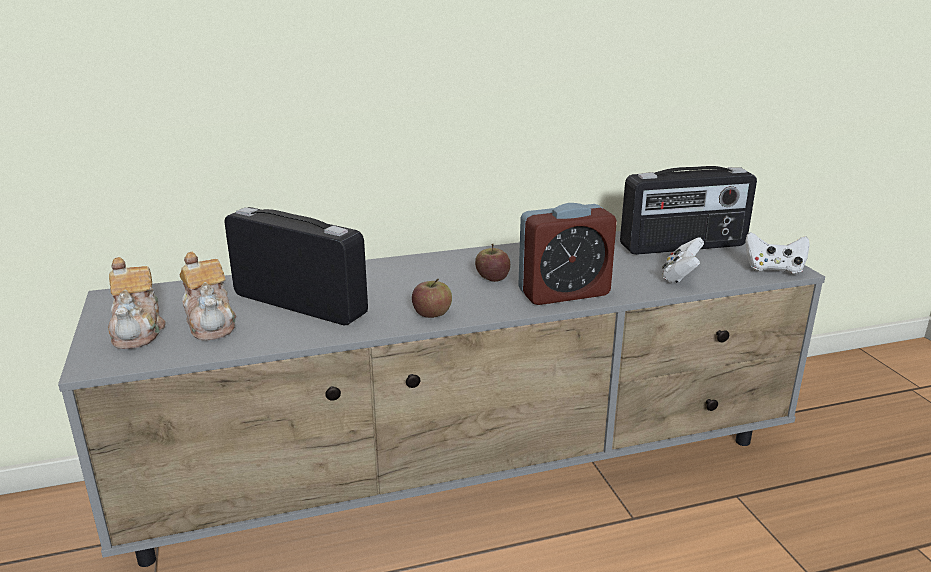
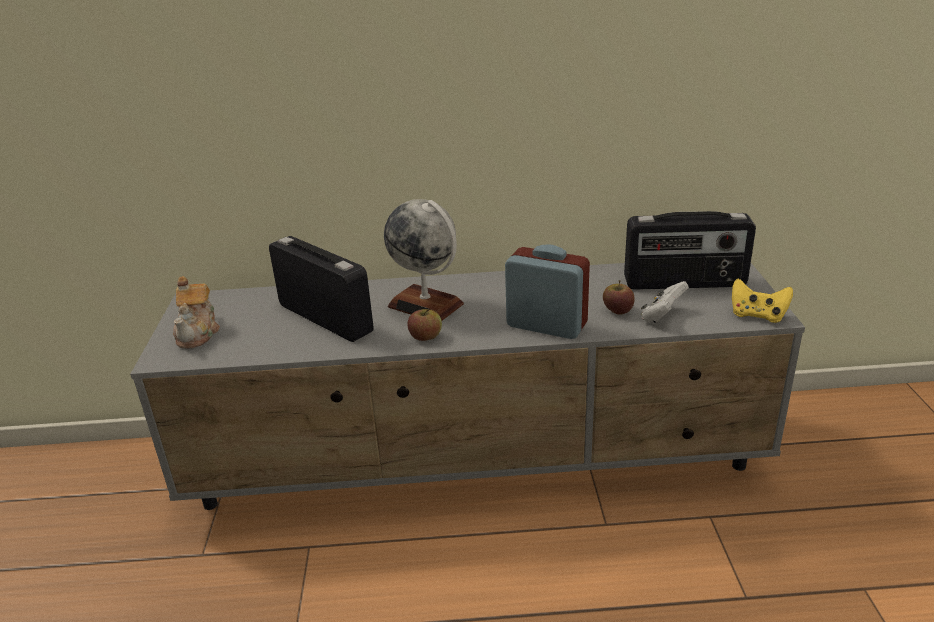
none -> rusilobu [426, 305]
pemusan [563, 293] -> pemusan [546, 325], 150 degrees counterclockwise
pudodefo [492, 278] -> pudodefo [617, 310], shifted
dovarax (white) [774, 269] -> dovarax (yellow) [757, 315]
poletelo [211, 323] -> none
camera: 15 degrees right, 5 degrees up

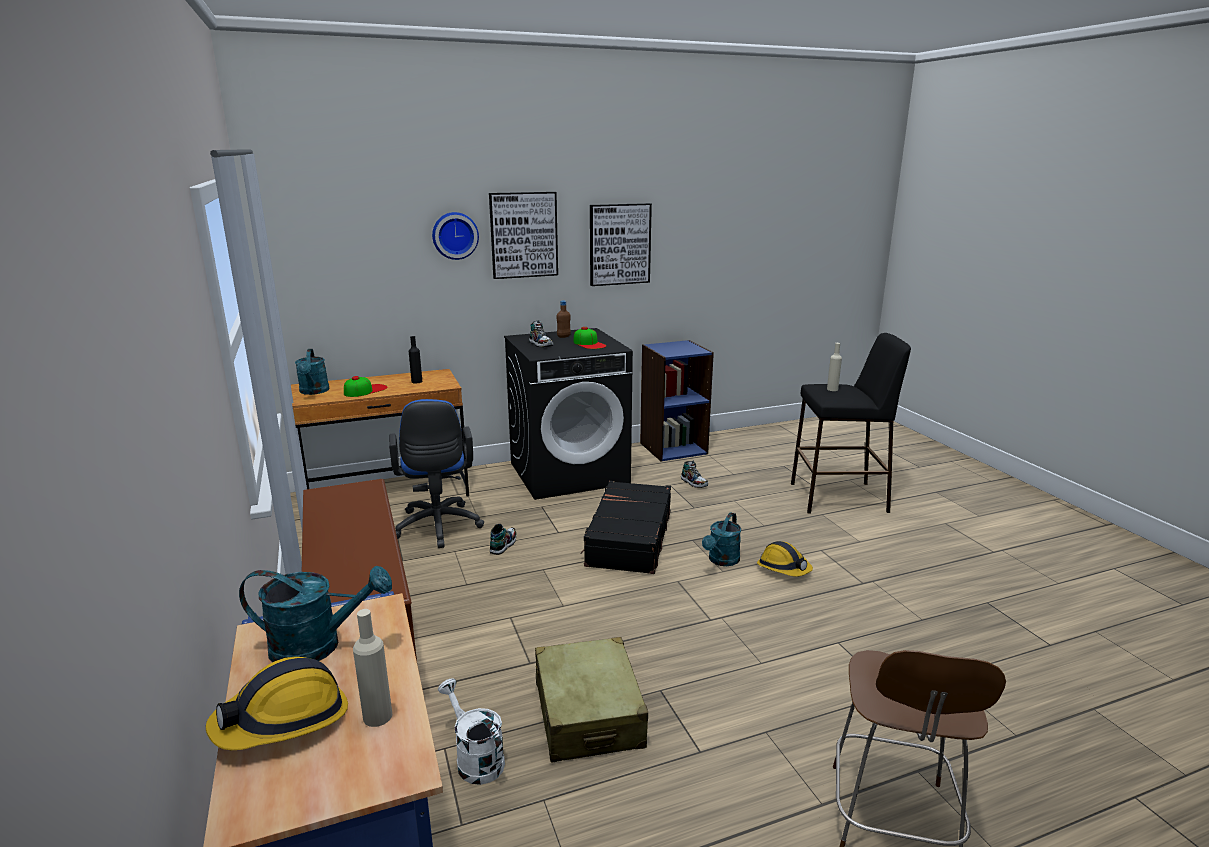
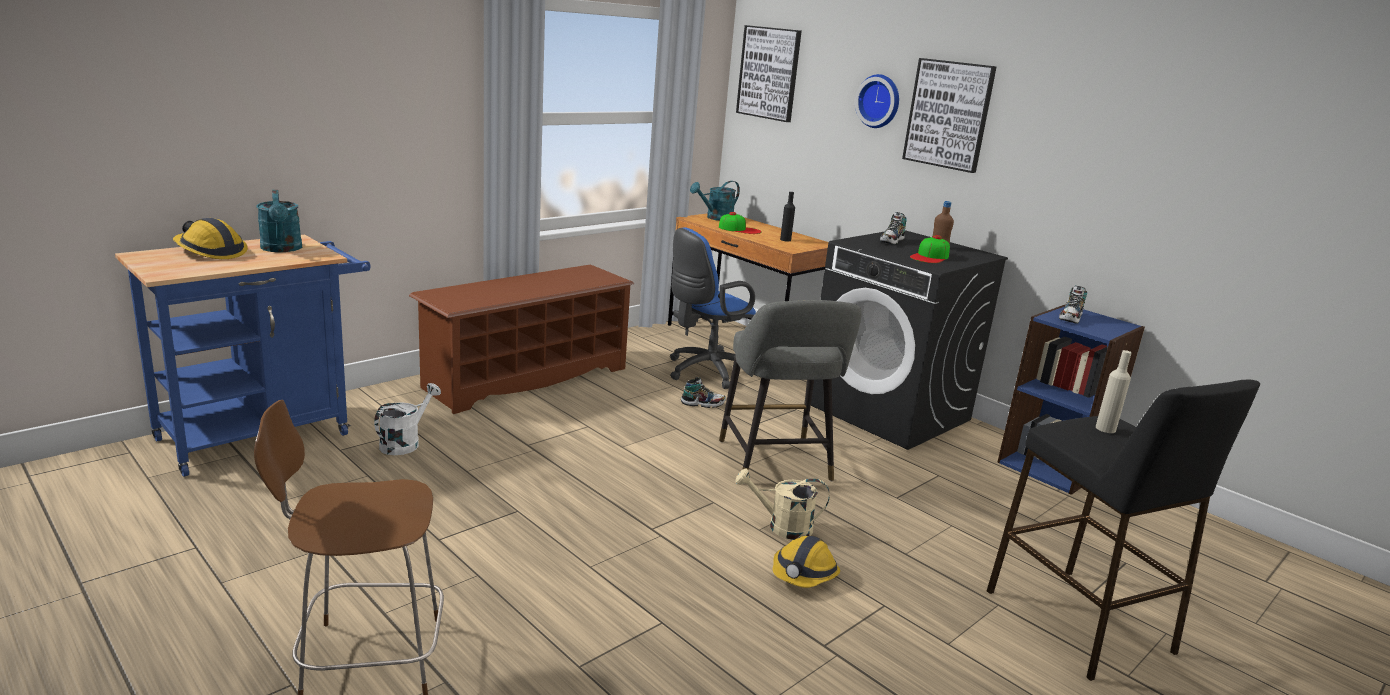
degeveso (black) [628, 539] -> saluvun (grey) [776, 464]
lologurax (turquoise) [721, 561] -> lologurax (beige) [782, 527]
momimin [619, 244] -> momimin [769, 73], shifted
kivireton [694, 483] -> kivireton [1071, 318], shifted
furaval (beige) [377, 716] -> none
degeveso (beige) [588, 714] -> none
camera: 65 degrees right, 0 degrees up

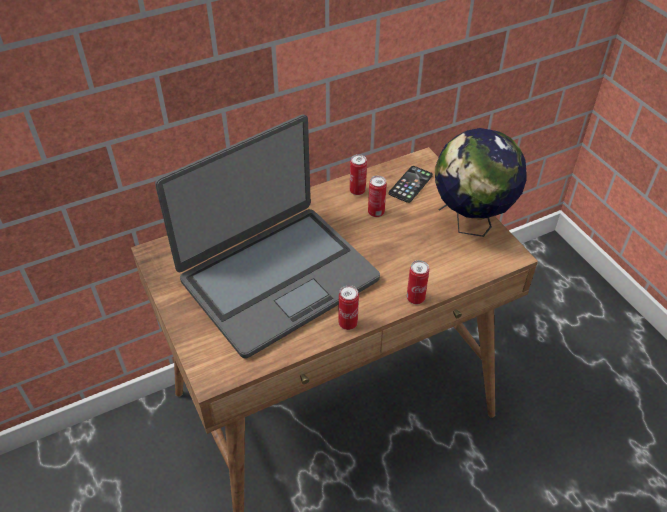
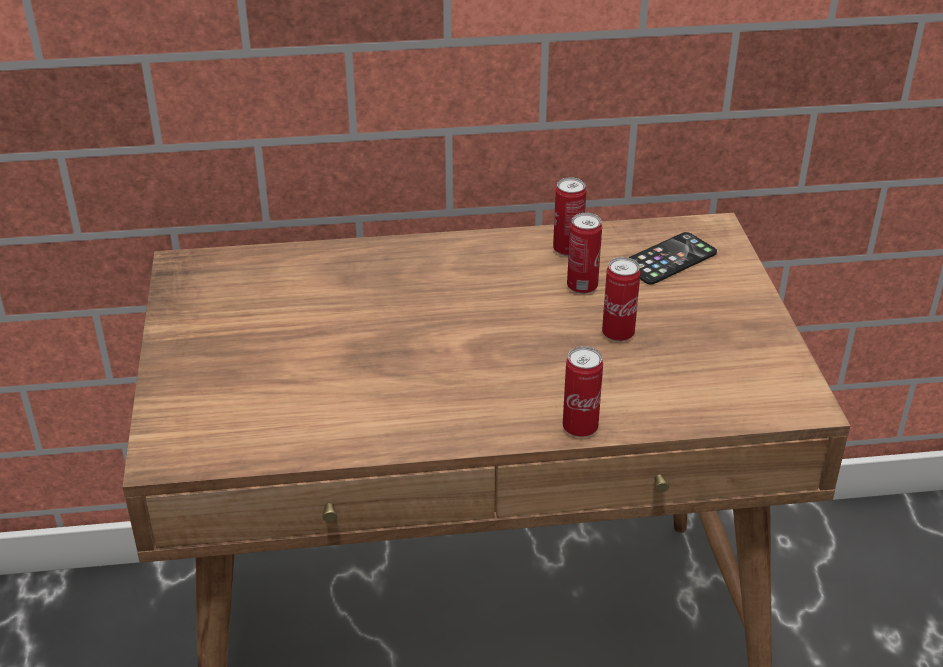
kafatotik [348, 323] -> kafatotik [618, 334], shifted
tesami [277, 278] -> none
rusilobu [470, 224] -> none
camera: 20 degrees right, 10 degrees down

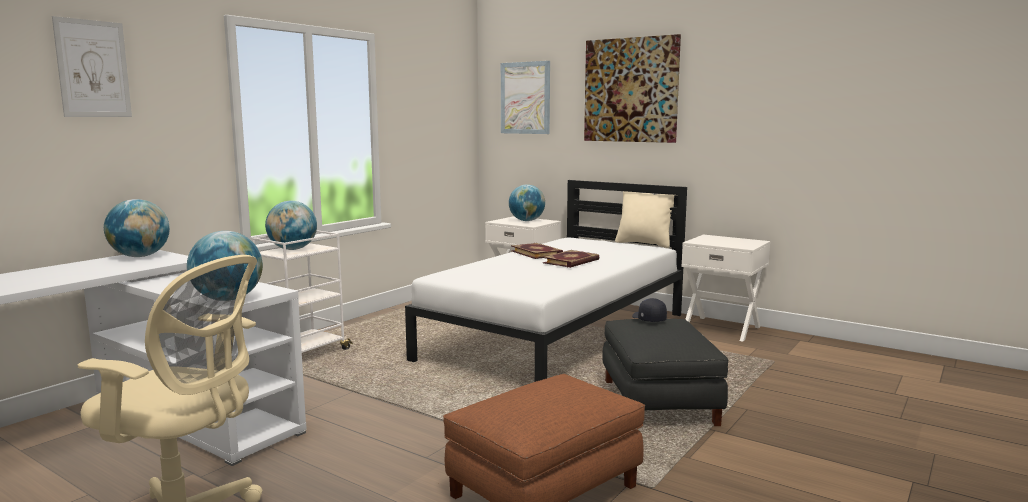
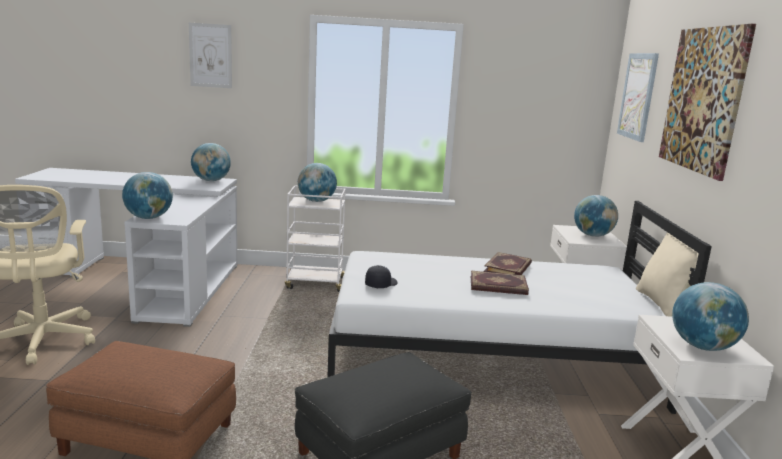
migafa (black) [648, 319] -> migafa (black) [380, 284], shifted
none -> rusilobu [703, 347]
camera: 55 degrees right, 5 degrees up

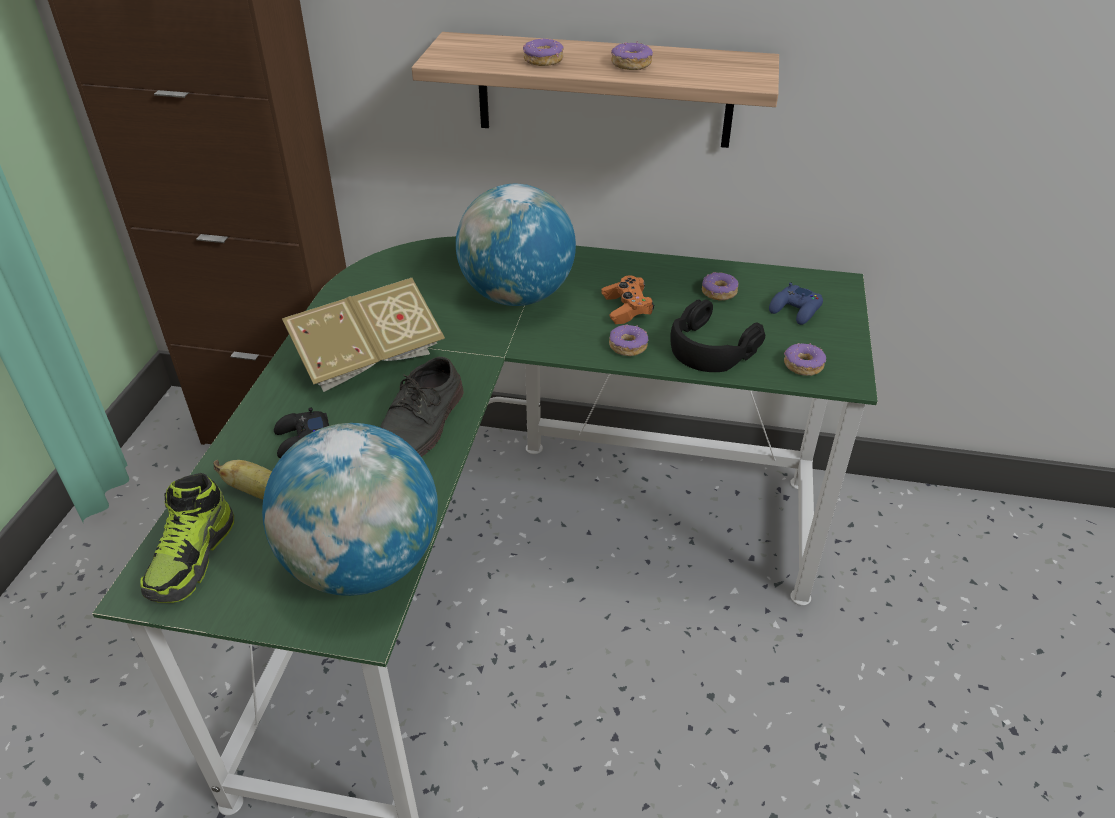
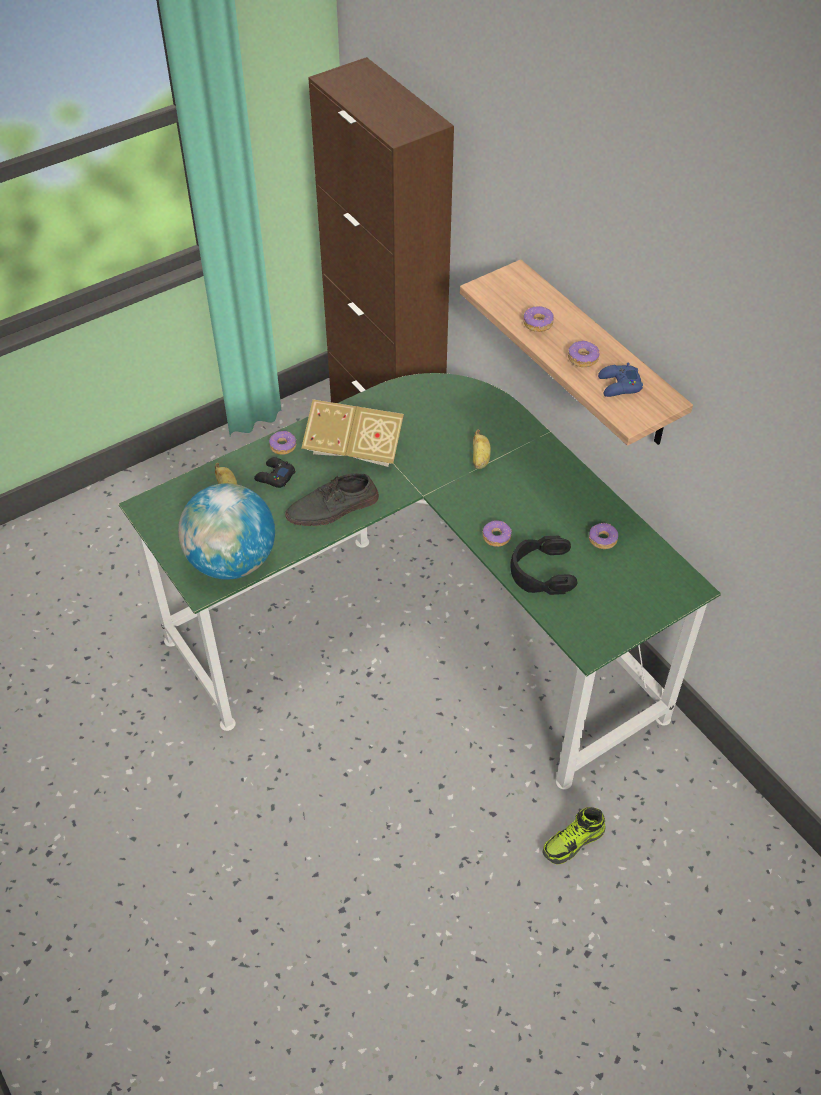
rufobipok [803, 365] -> rufobipok [283, 446], shifted
rusilobu [517, 296] -> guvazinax [480, 459]
kivireton [192, 558] -> kivireton [573, 842], shifted
dovarax (blue) [795, 310] -> dovarax (blue) [619, 385], shifted
dovarax (orange) [626, 308] -> none
camera: 45 degrees right, 10 degrees up

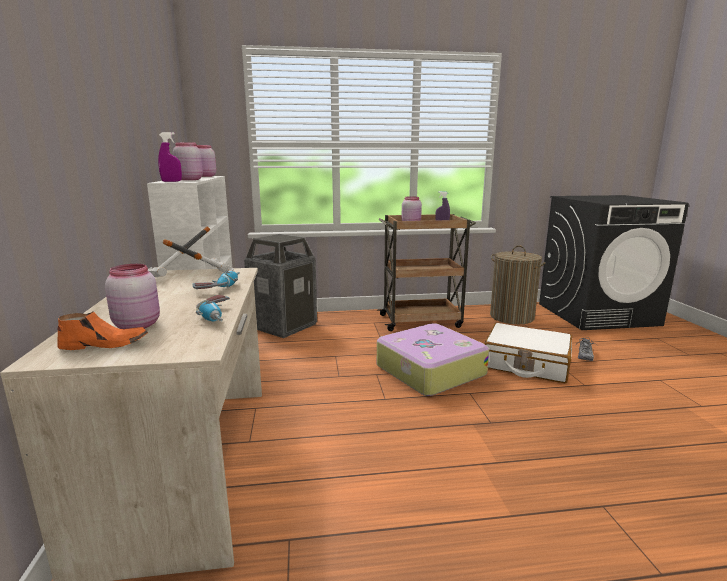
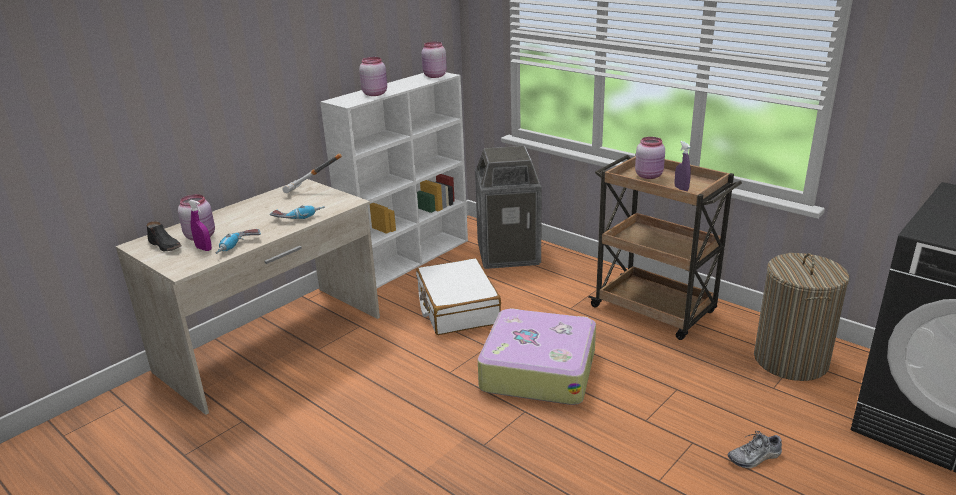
kivireton (orange) [105, 344] -> kivireton (black) [166, 246]
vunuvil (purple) [171, 181] -> vunuvil (purple) [204, 249], shifted
degeveso (white) [526, 364] -> degeveso (white) [457, 308], shifted
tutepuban [200, 278] -> none
camera: 50 degrees right, 10 degrees up

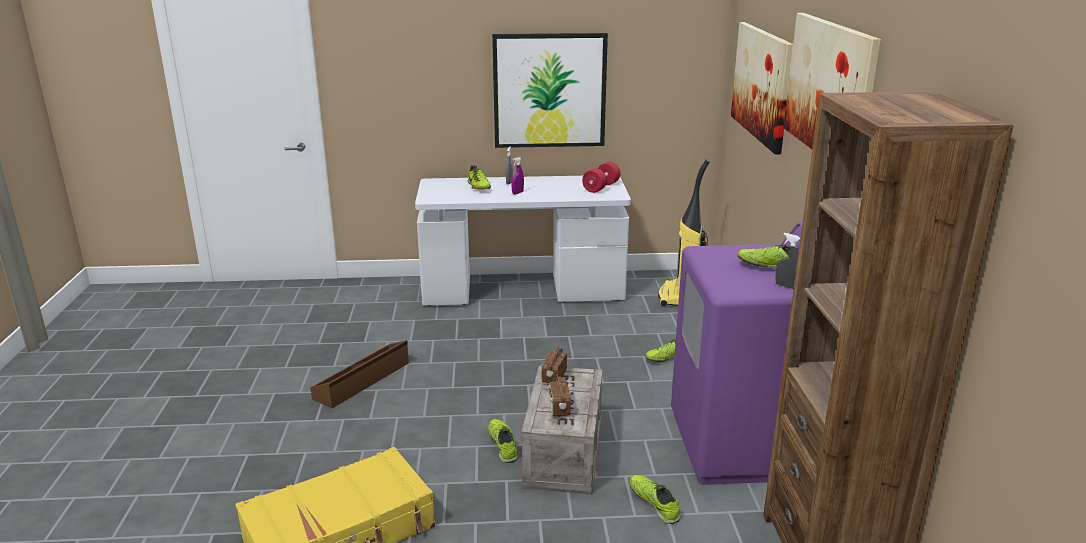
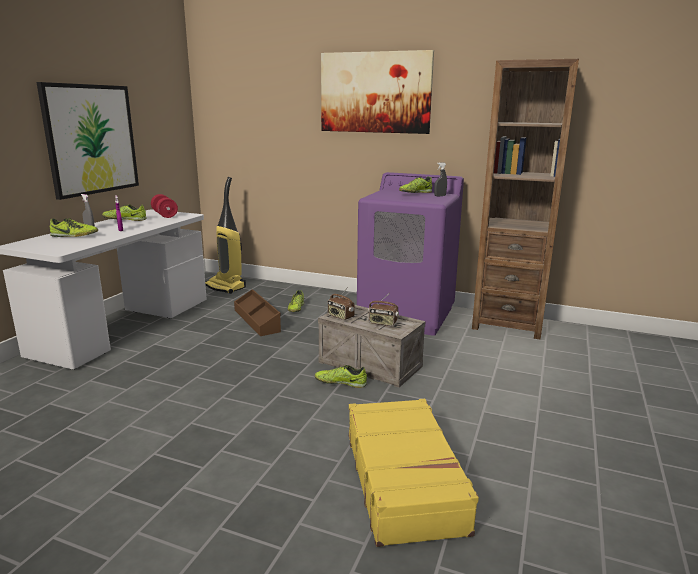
kivireton [654, 503] -> kivireton [125, 219], shifted
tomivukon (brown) [363, 381] -> tomivukon (brown) [257, 320], shifted
momimin [762, 84] -> none
camera: 65 degrees left, 5 degrees down

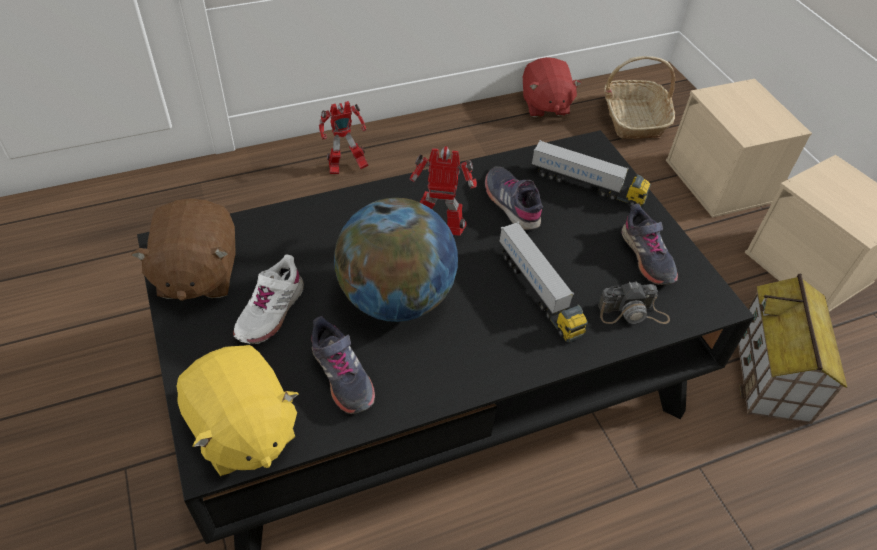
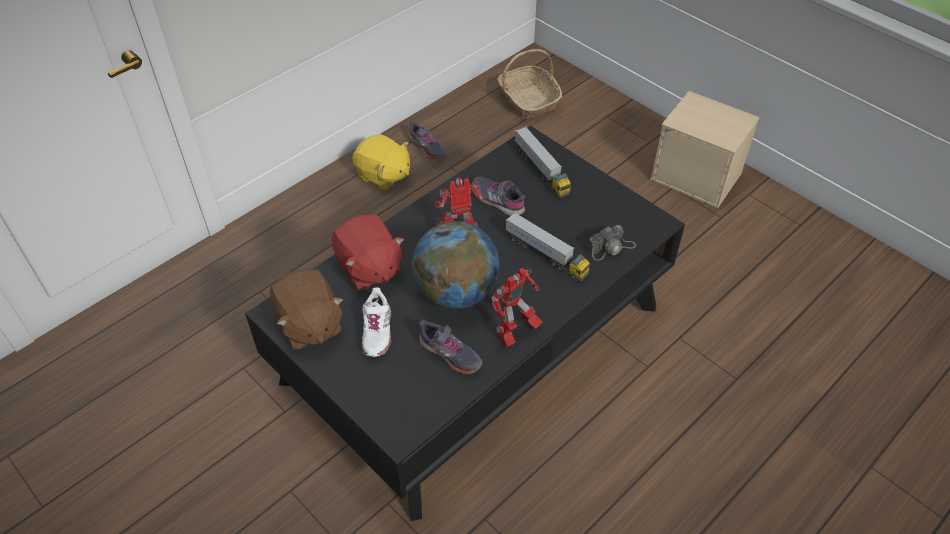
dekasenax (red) [544, 105] -> dekasenax (red) [369, 268], shifted
dekasenax (yellow) [242, 430] -> dekasenax (yellow) [383, 175], shifted
kivireton (grey) [646, 256] -> kivireton (grey) [427, 147], shifted
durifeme [345, 168] -> durifeme [516, 333], shifted
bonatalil [587, 186] -> bonatalil [541, 170], 60 degrees clockwise
tomivukon (beige) [720, 181] -> none
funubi [772, 375] -> none
camera: 20 degrees left, 0 degrees up

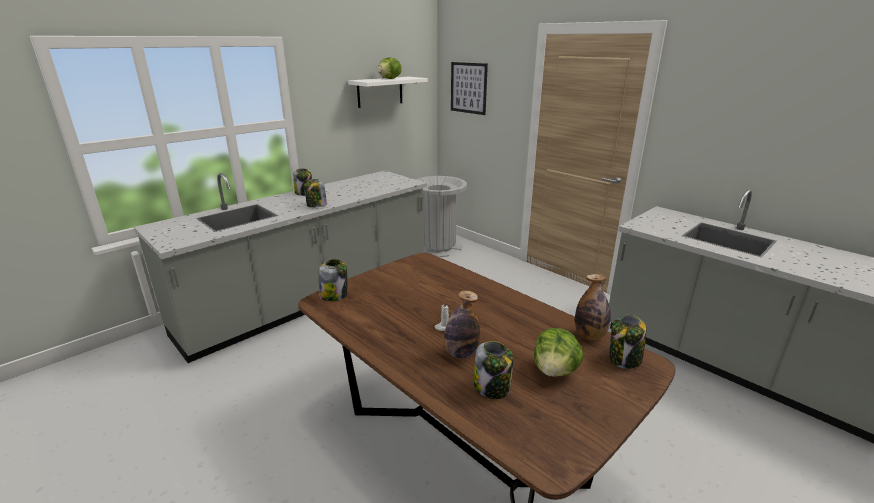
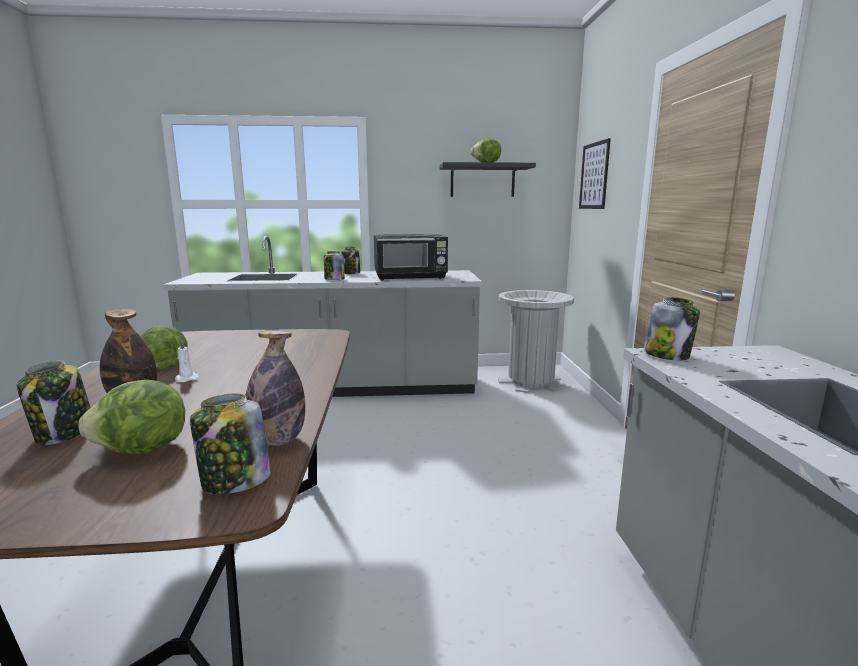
none -> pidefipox [163, 364]
none -> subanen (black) [411, 277]
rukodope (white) [380, 92] -> rukodope (black) [482, 181]
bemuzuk [334, 295] -> bemuzuk [667, 355], shifted
camera: 40 degrees right, 10 degrees down

